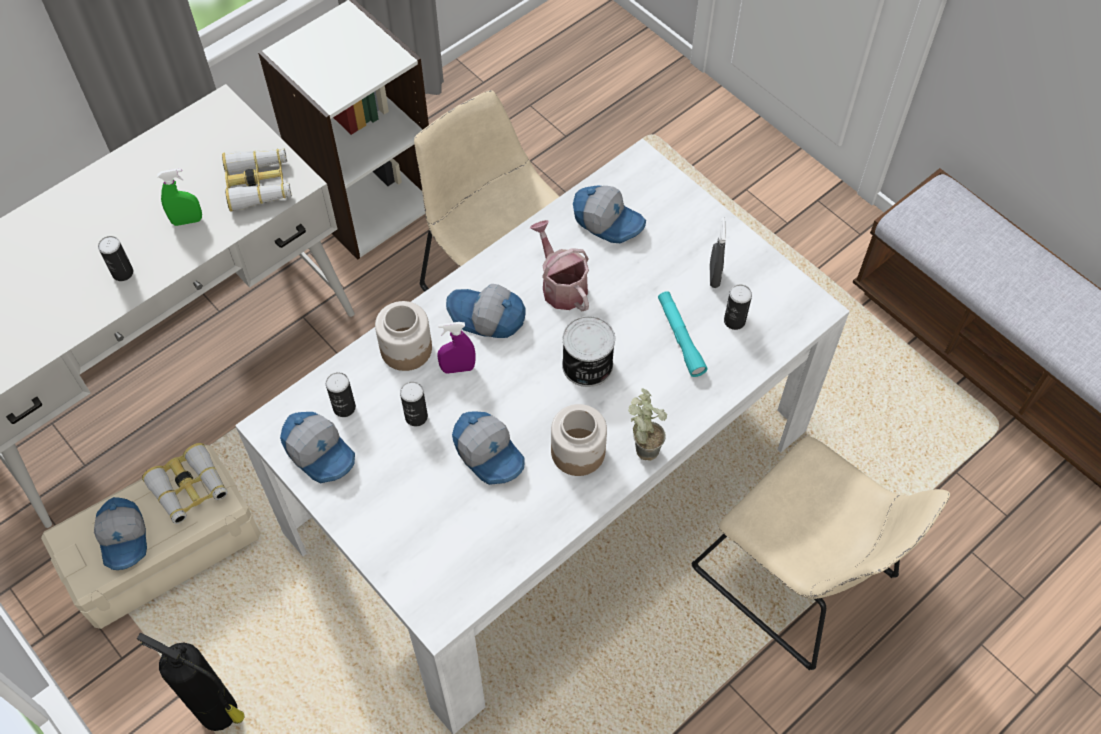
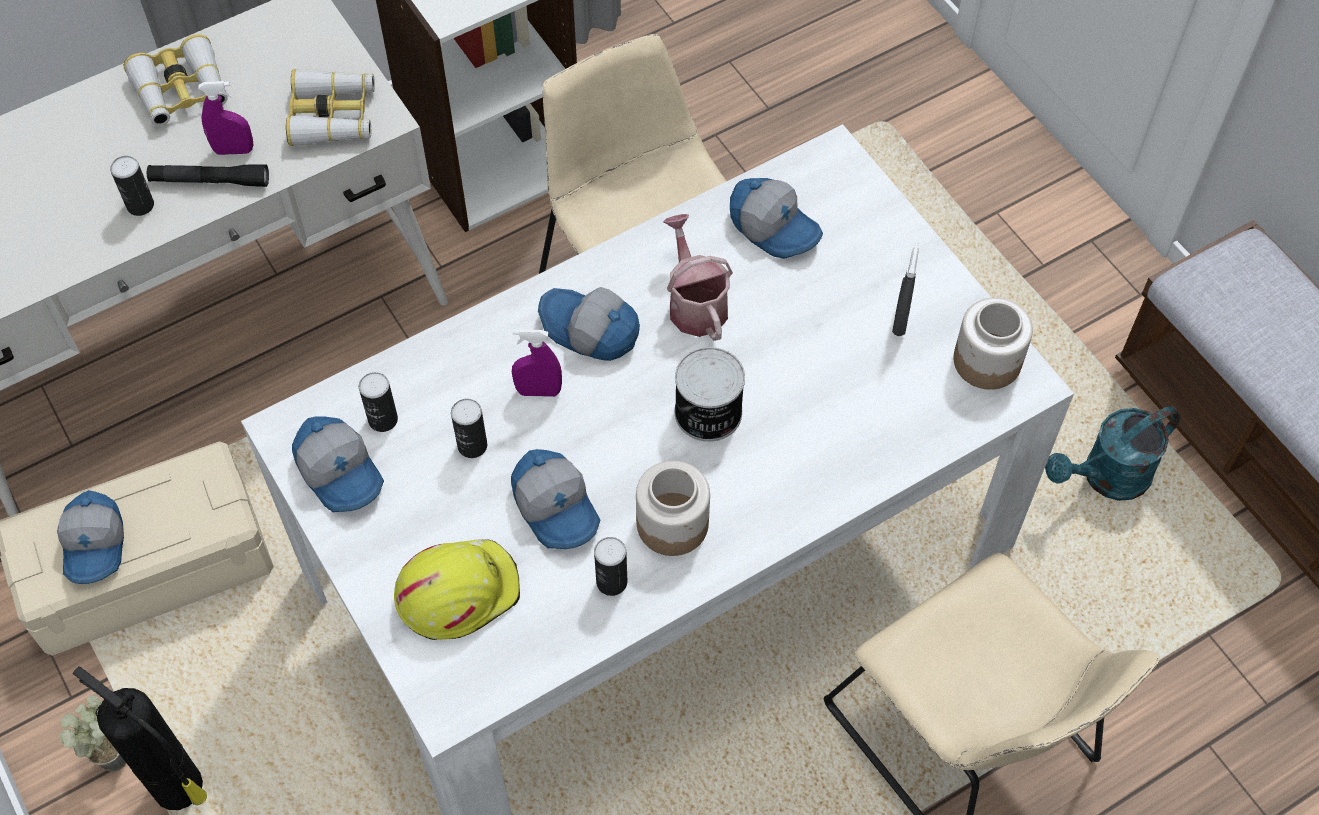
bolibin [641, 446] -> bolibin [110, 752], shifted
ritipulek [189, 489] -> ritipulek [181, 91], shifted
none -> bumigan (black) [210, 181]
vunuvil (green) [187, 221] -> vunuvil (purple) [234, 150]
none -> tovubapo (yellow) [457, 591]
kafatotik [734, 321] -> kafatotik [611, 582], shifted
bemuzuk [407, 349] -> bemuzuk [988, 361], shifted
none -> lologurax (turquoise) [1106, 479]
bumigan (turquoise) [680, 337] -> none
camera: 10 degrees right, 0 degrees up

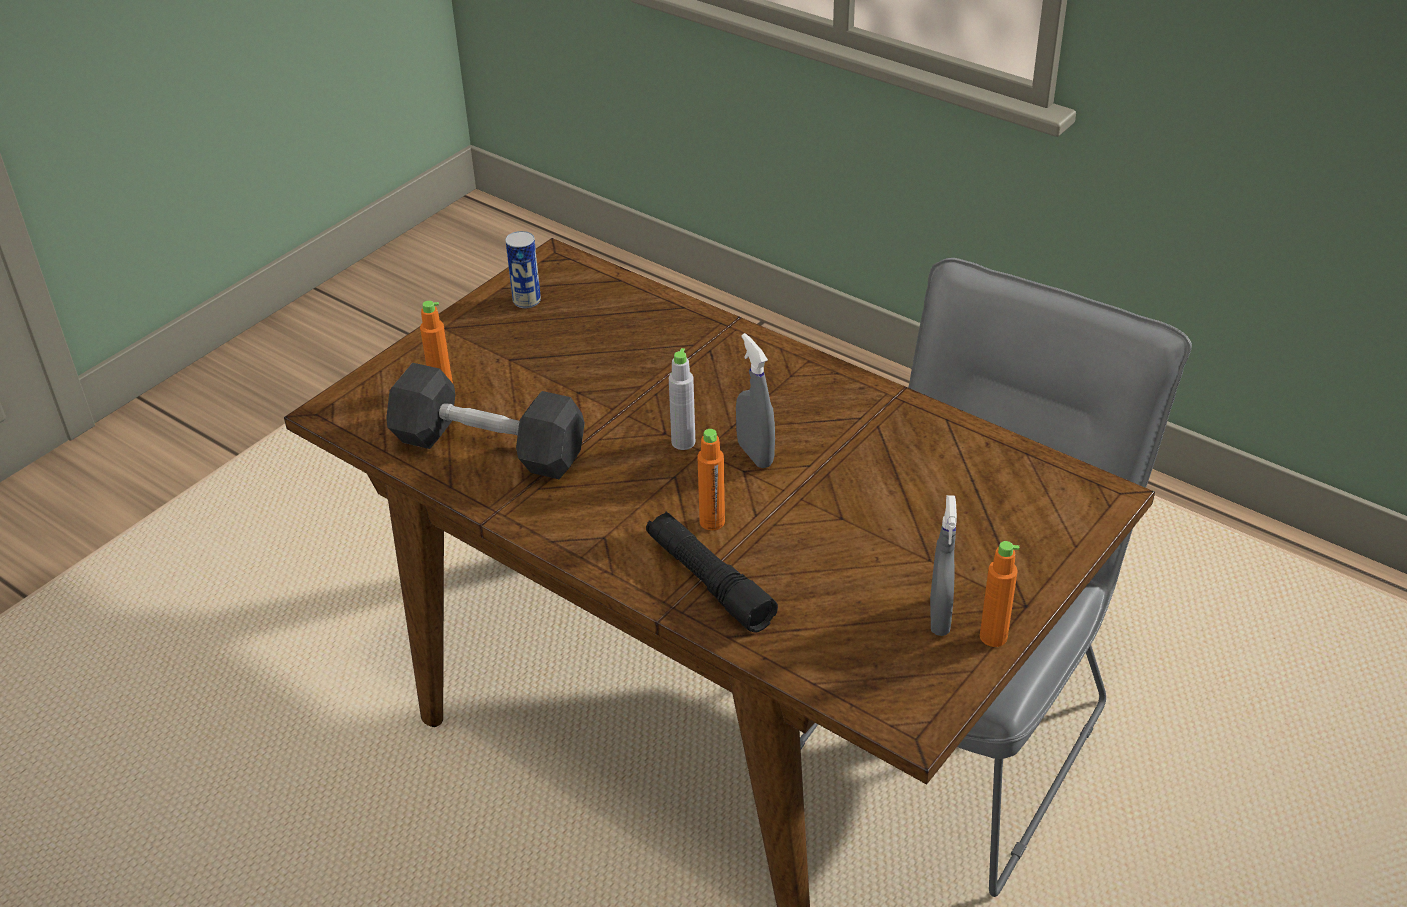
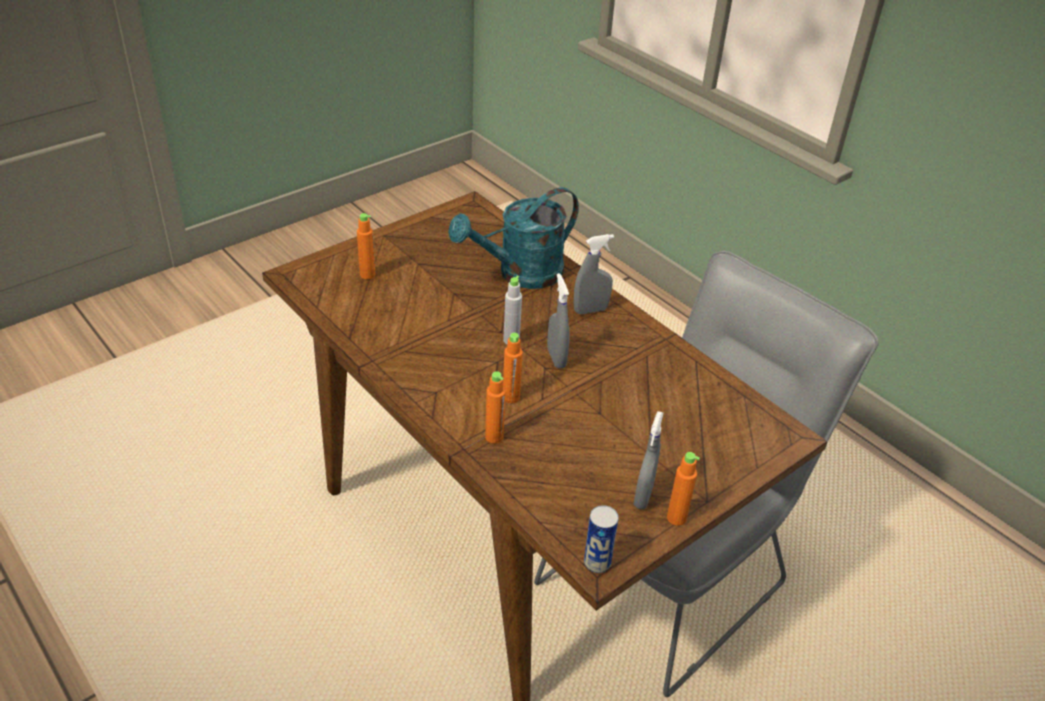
none -> lologurax (turquoise) [520, 274]
bumigan (black) [709, 581] -> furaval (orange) [494, 437]
none -> vunuvil (grey) [590, 310]
kafatotik [526, 301] -> kafatotik [597, 562], shifted
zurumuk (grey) [489, 448] -> none
camera: 10 degrees right, 0 degrees up

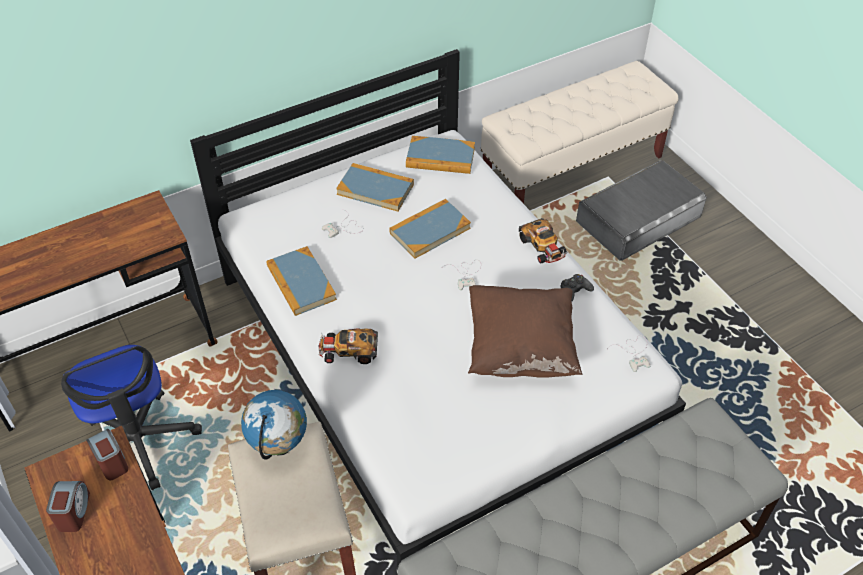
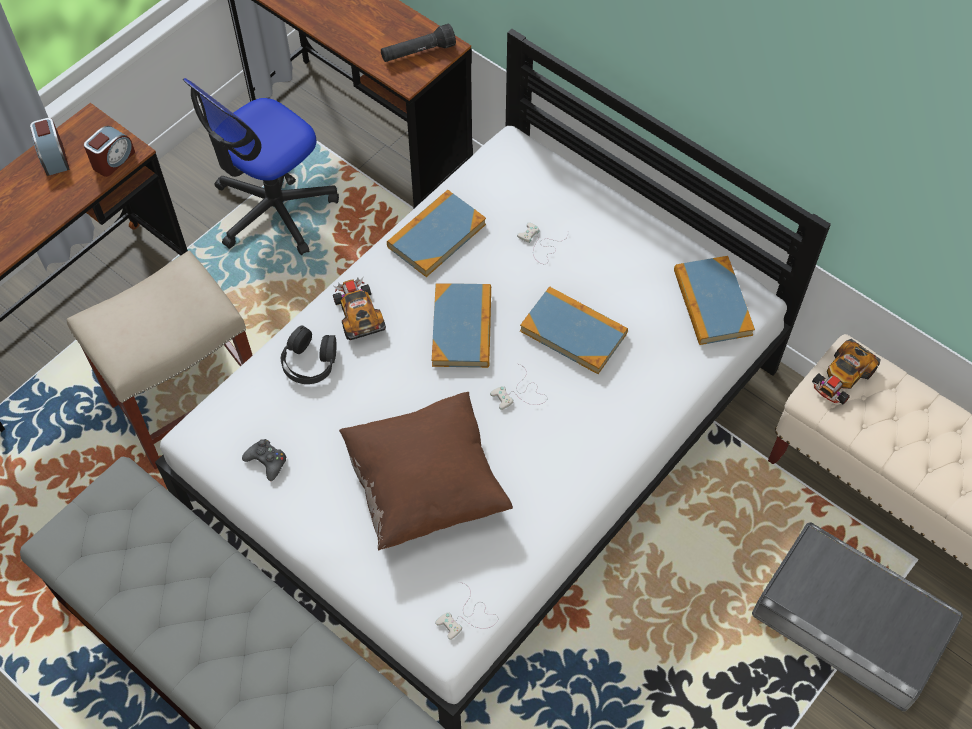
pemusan [73, 512] -> pemusan [54, 157], 90 degrees clockwise
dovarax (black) [574, 290] -> dovarax (black) [267, 461], shifted
none -> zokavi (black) [310, 361]
none -> bumigan (black) [418, 52]
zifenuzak [375, 189] -> zifenuzak [462, 328], shifted
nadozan [543, 247] -> nadozan [842, 378], shifted
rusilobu [280, 448] -> none
camera: 70 degrees right, 10 degrees up

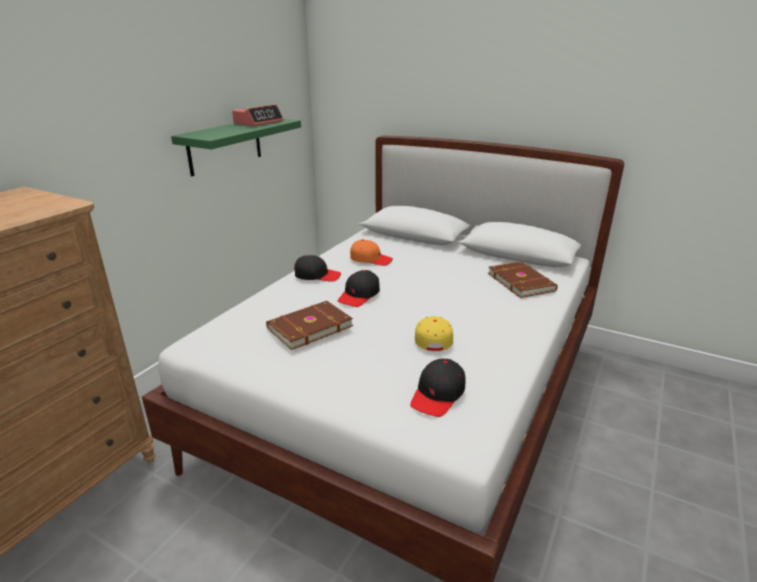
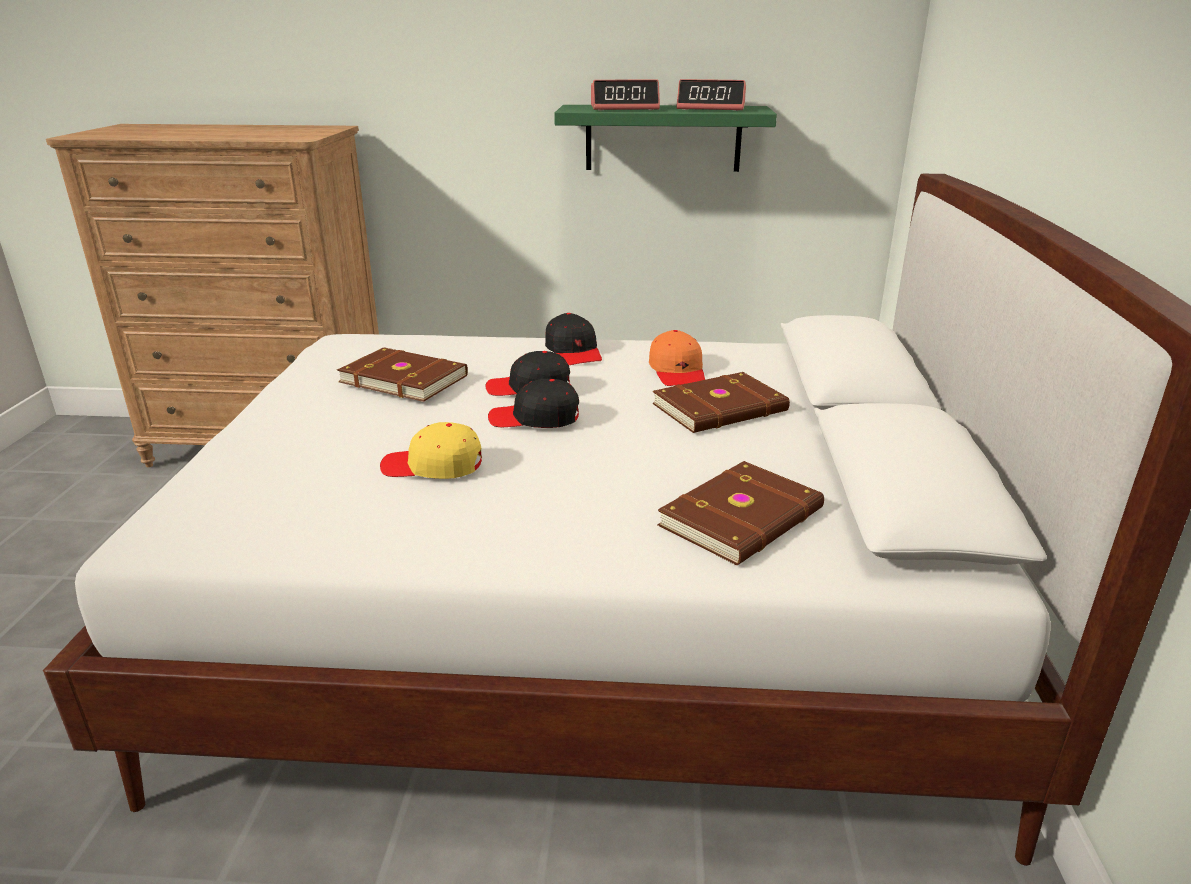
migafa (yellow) [432, 338] -> migafa (yellow) [433, 466], 150 degrees counterclockwise
migafa (black) [438, 395] -> migafa (black) [535, 418], shifted
none -> pemusan [624, 108]
none -> zifenuzak (brown) [721, 408]
camera: 65 degrees right, 0 degrees up

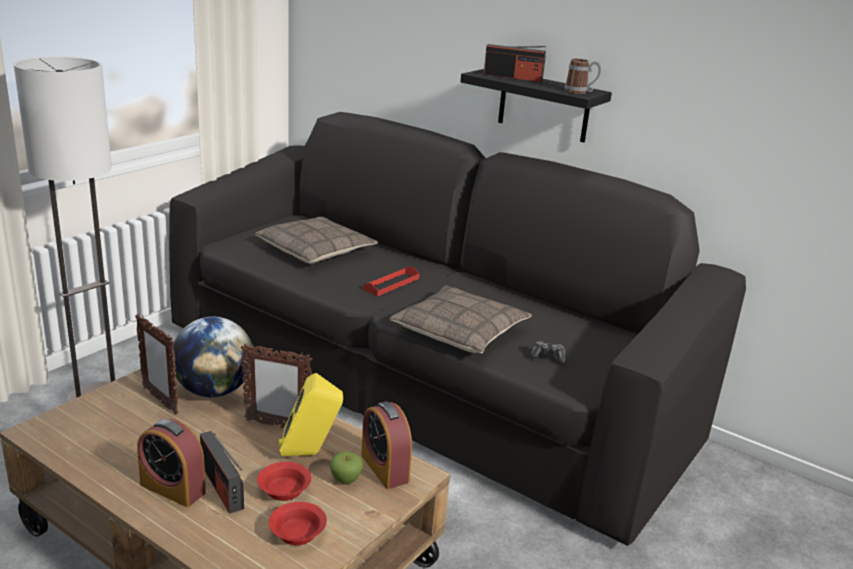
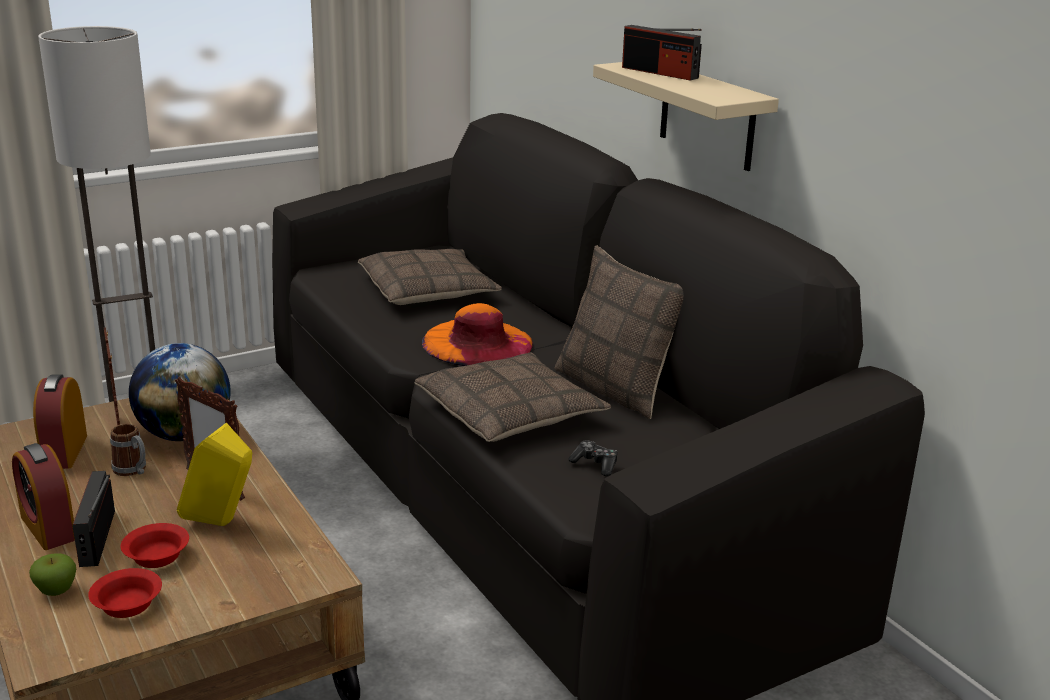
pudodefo [345, 480] -> pudodefo [56, 591], shifted
pemusan [384, 468] -> pemusan [64, 451], shifted
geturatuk [580, 92] -> geturatuk [133, 470], shifted
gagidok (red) [391, 284] -> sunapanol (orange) [477, 343]
none -> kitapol [616, 388]
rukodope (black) [543, 106] -> rukodope (beige) [707, 115]
camera: 25 degrees right, 0 degrees up

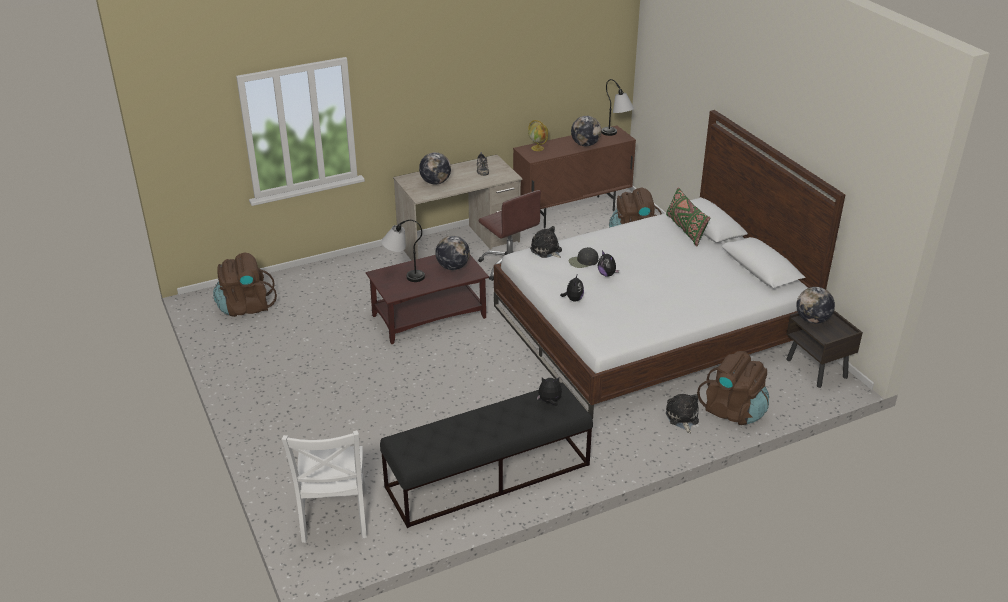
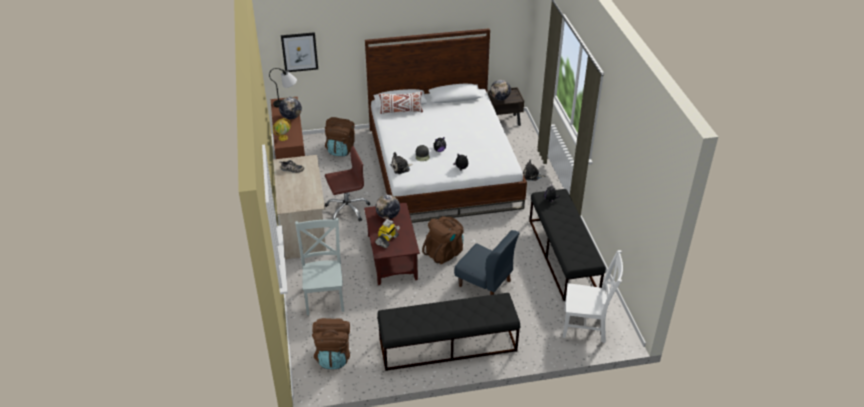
none -> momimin [299, 52]
none -> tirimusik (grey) [325, 297]
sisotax [403, 275] -> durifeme [387, 240]
none -> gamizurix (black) [447, 345]
kitapol (green) [685, 229] -> kitapol (white) [401, 111]
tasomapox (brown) [733, 411] -> tasomapox (brown) [444, 252], shifted
none -> tirimusik (blue) [485, 284]
rusilobu [435, 182] -> none
camera: 75 degrees left, 5 degrees up

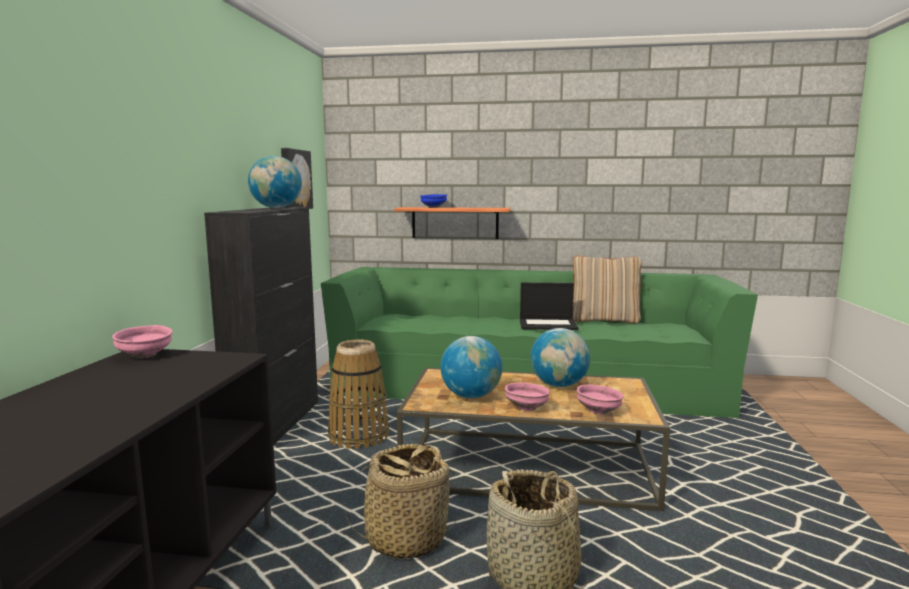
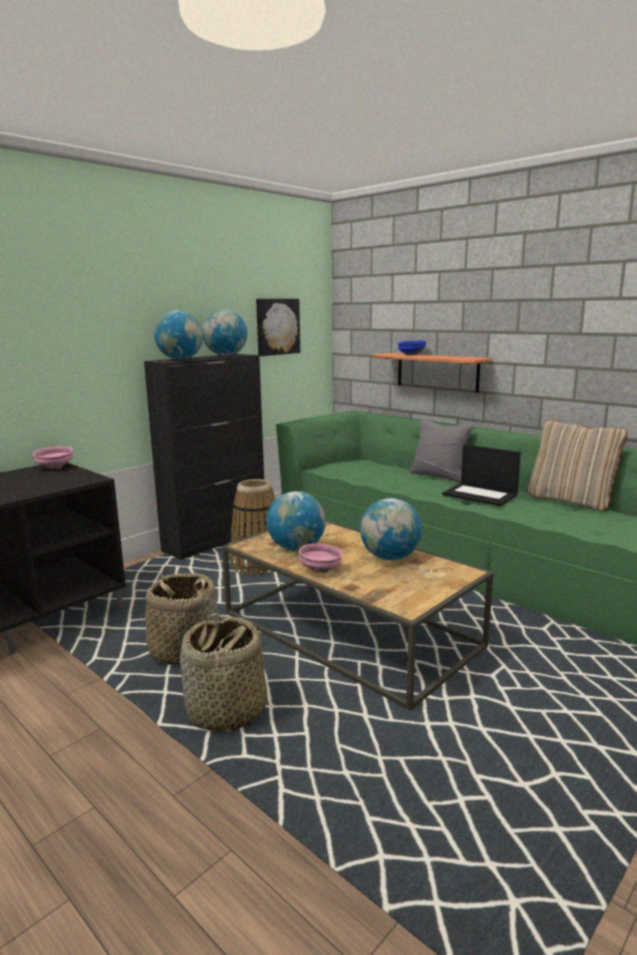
none -> rusilobu [180, 359]
none -> kitapol (grey) [438, 475]
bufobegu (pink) [599, 411] -> none
camera: 35 degrees right, 5 degrees up

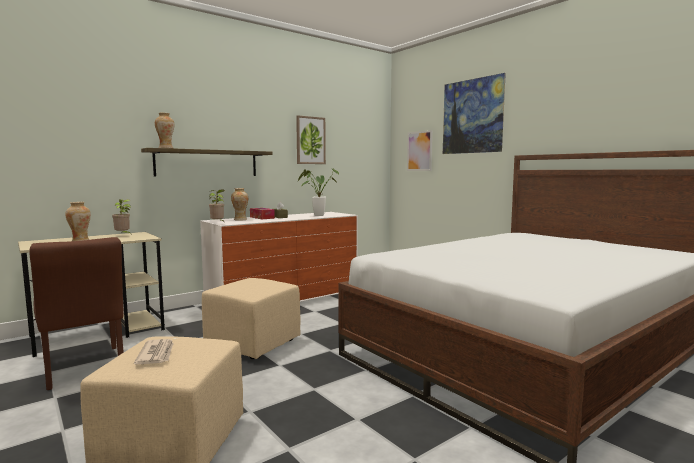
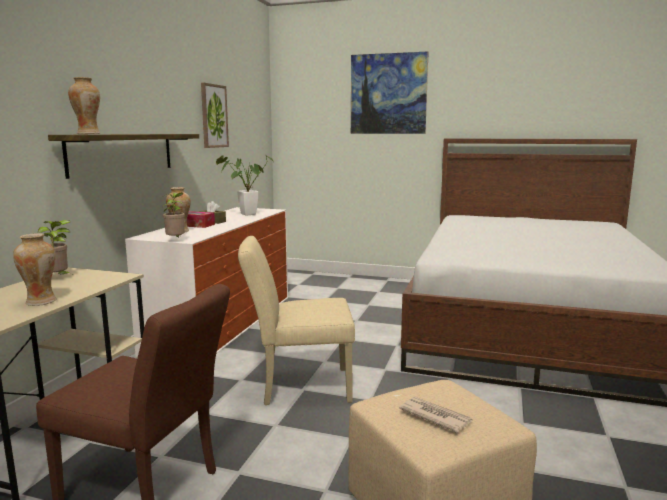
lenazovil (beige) [253, 343] -> tirimusik (beige) [298, 386]
momimin [419, 151] -> none
camera: 35 degrees left, 5 degrees up

